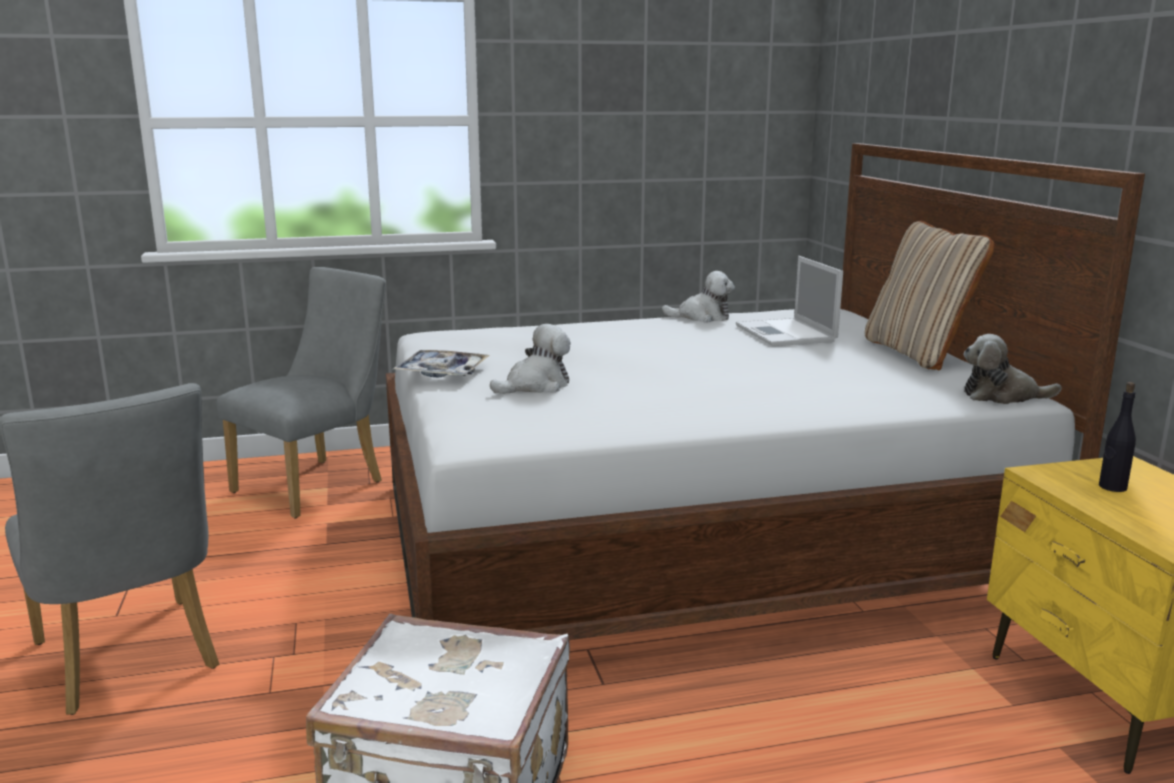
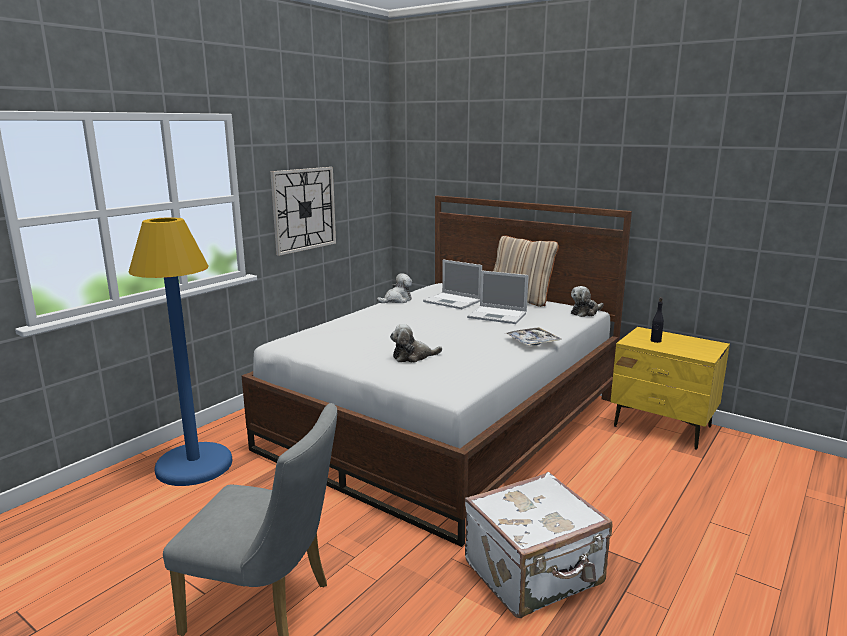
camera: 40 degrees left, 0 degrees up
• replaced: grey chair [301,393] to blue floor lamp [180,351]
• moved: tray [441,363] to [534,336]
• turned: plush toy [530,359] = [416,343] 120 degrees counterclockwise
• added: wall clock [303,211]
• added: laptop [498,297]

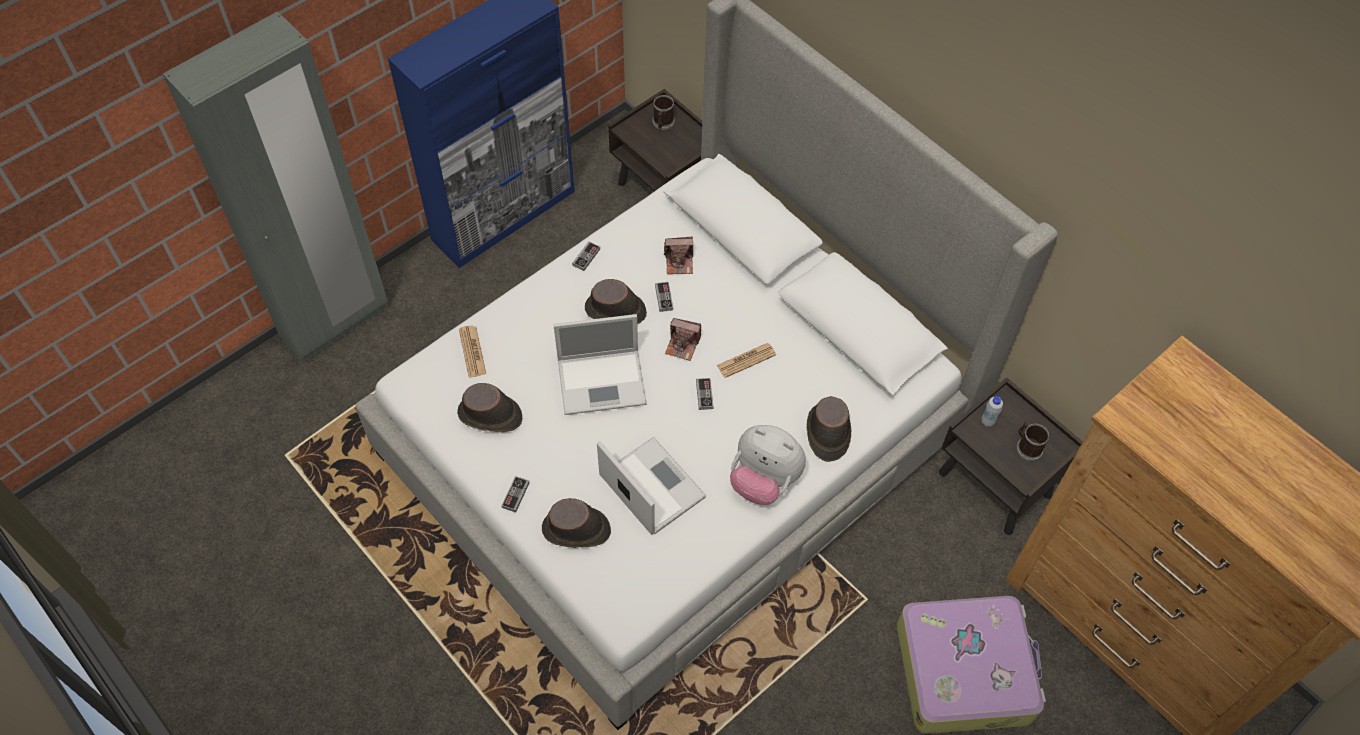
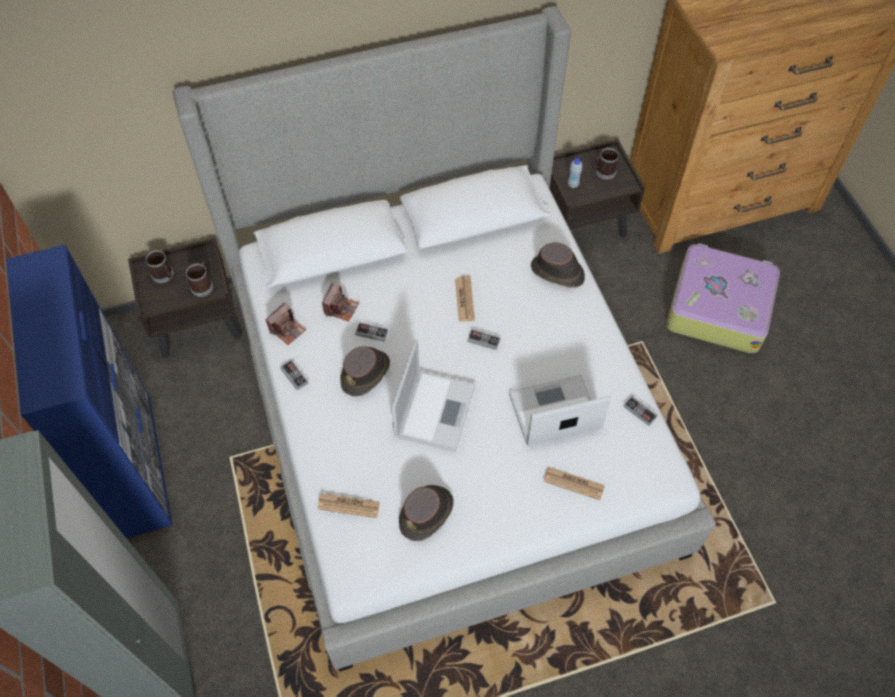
camera: 65 degrees left, 0 degrees up
• moved: game controller [516,494] to [640,411]
• replaced: brown hat [576,523] to newspaper [574,483]
• moved: photo camera [683,339] to [286,323]
• removed: plush toy [768,465]
• added: mug [199,278]

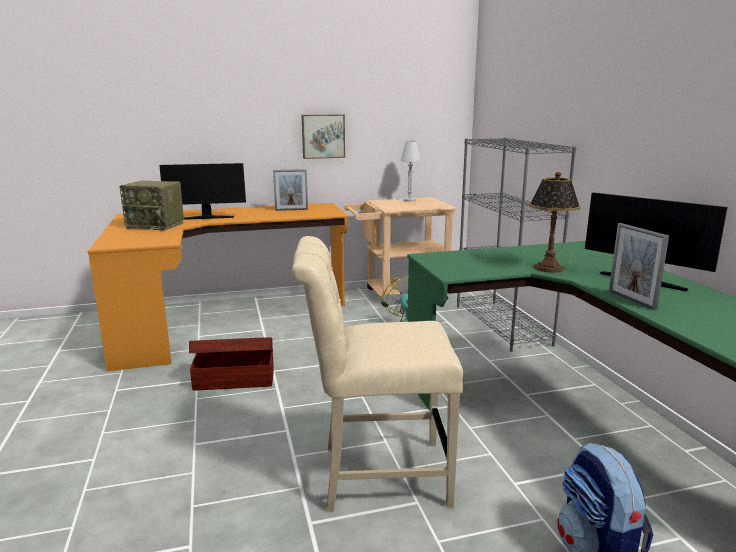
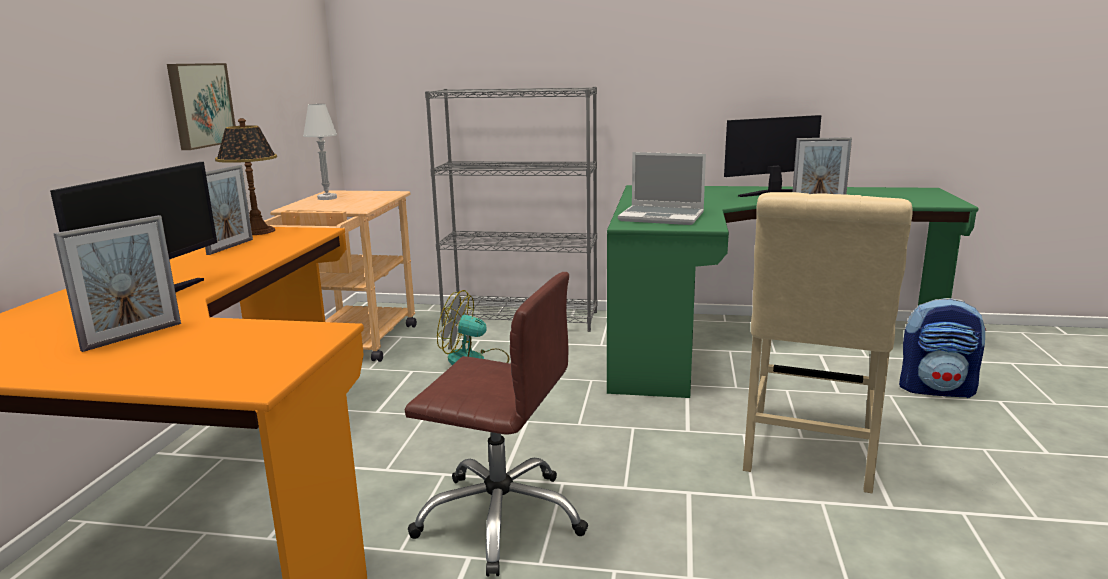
camera: 65 degrees left, 0 degrees up
• replaced: radio [152,205] to picture frame [117,283]
• replaced: brown storage box [231,364] to brown office chair [496,424]
• moved: table lamp [554,222] to [246,176]
• added: laptop [662,188]

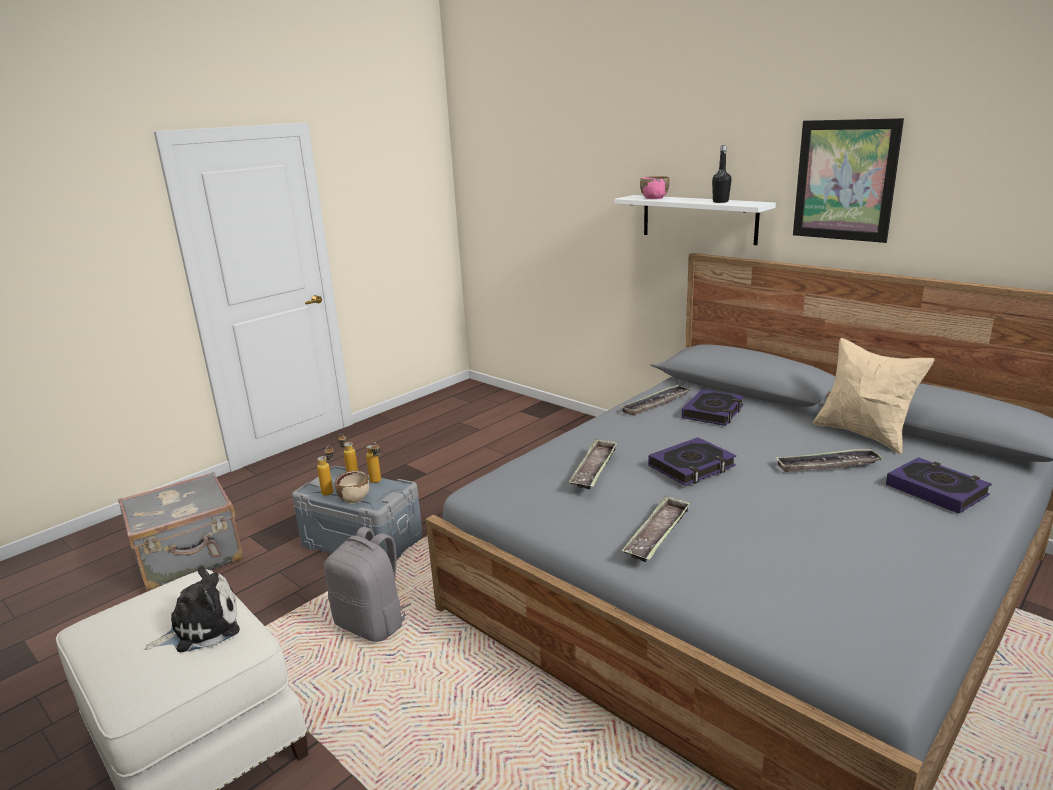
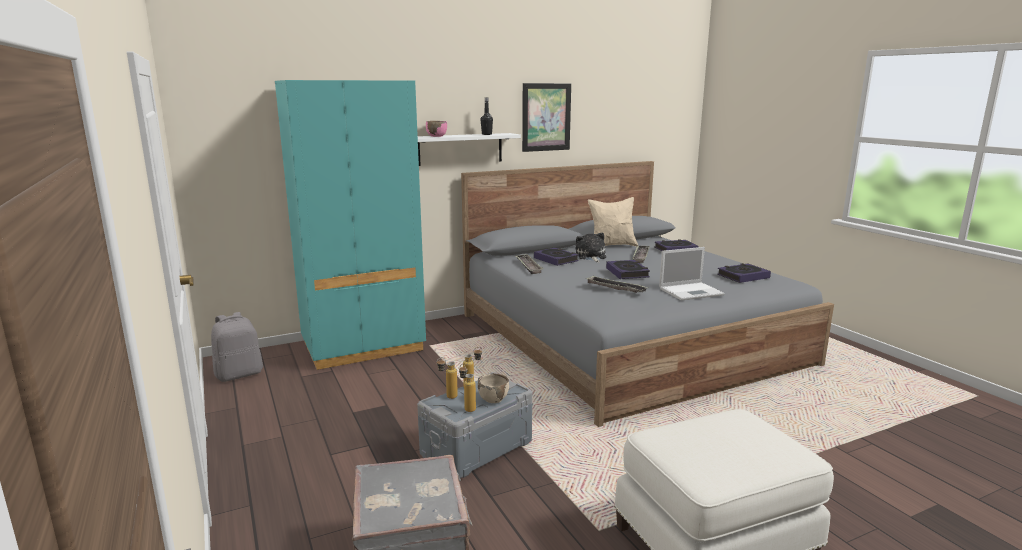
camera: 70 degrees left, 5 degrees down
• moved: plush toy [192,609] to [591,247]
• moved: grey backpack [367,584] to [237,347]
• replaced: tray [656,529] to laptop [692,273]
• added: turquoise wardrobe [350,225]
• added: book [744,273]

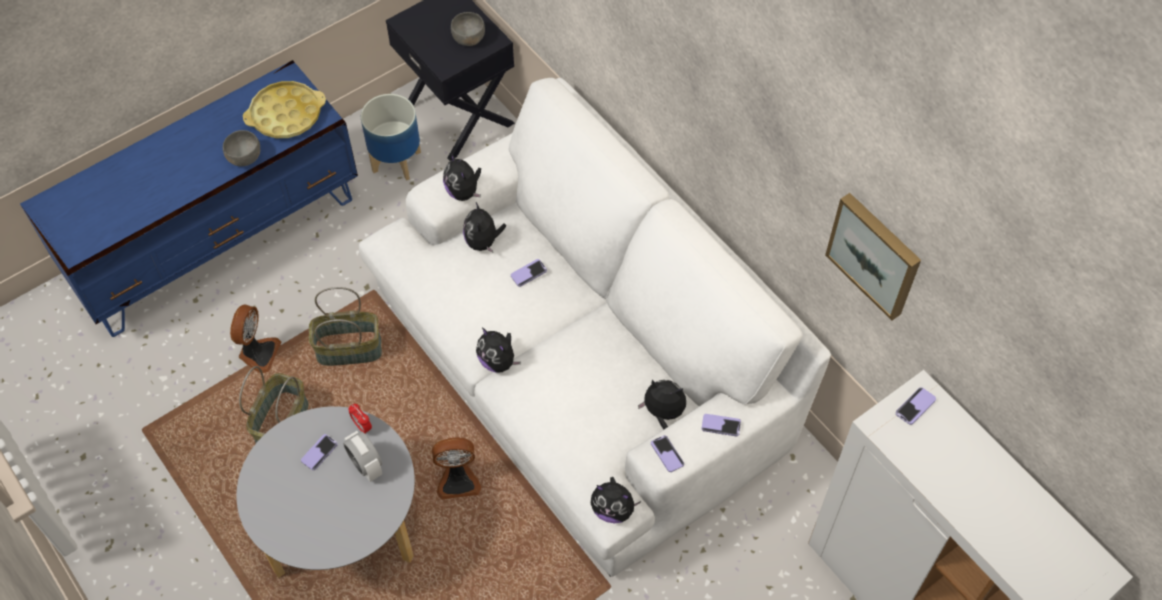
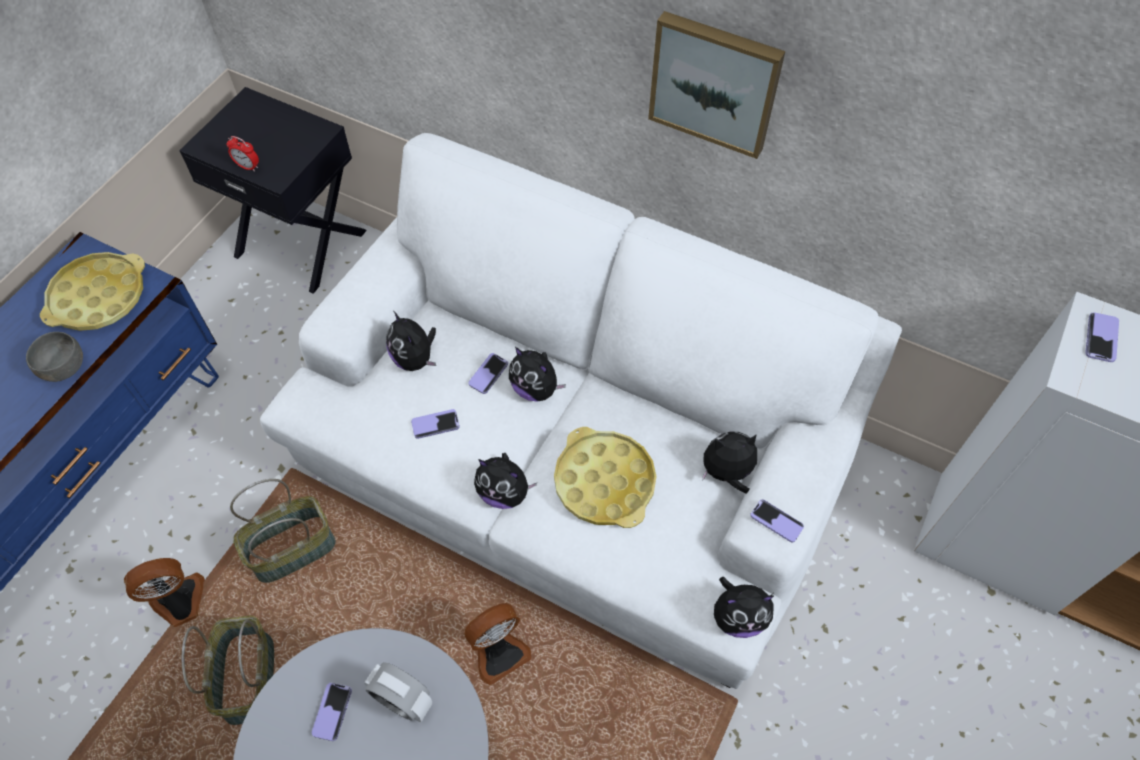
camera: 25 degrees left, 0 degrees up
• turned: fan [255,339] = [164,592] 105 degrees counterclockwise
• moved: alarm clock [360,419] to [242,154]
• removed: planter [391,137]
• moved: plush toy [462,177] to [537,374]
• removed: grey bowl [468,29]
• moved: phone [721,425] to [435,424]
• moved: picture [873,257] to [716,85]
• added: yellow tray [605,477]

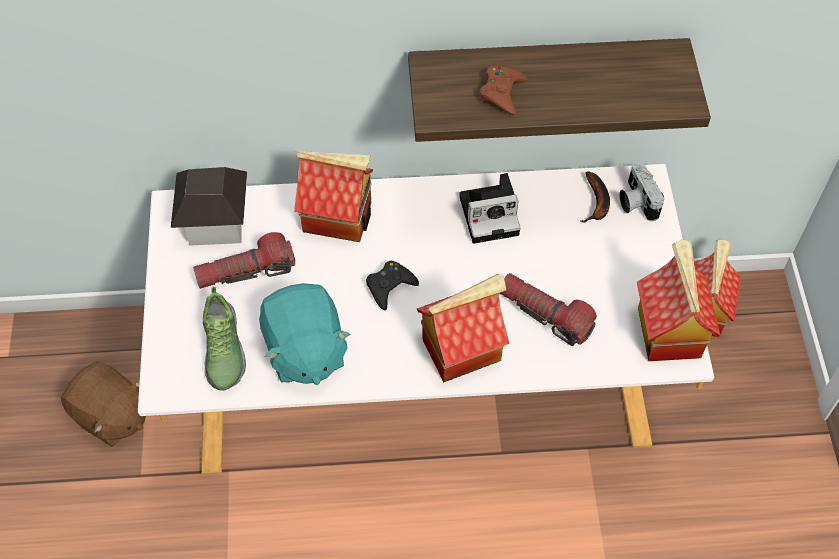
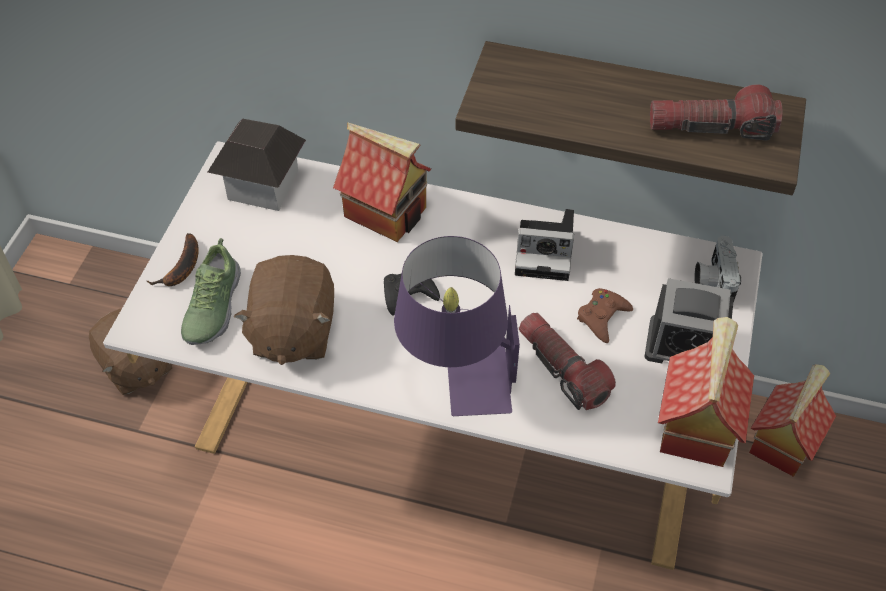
camera: 20 degrees right, 5 degrees down
• moved: flashlight [244,260] to [716,113]
• recoloured: turquoise plush toy [304,334] to brown plush toy [283,310]
• replaced: toy house [463,328] to purple table lamp [457,326]
• moved: brown game controller [503,90] to [605,315]
• moved: banana [595,197] to [173,259]
• added: alarm clock [689,320]

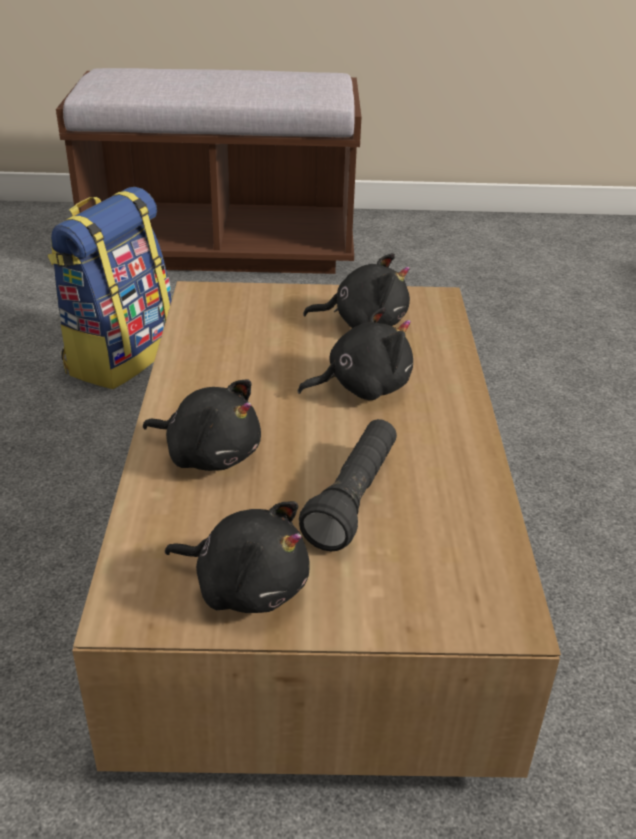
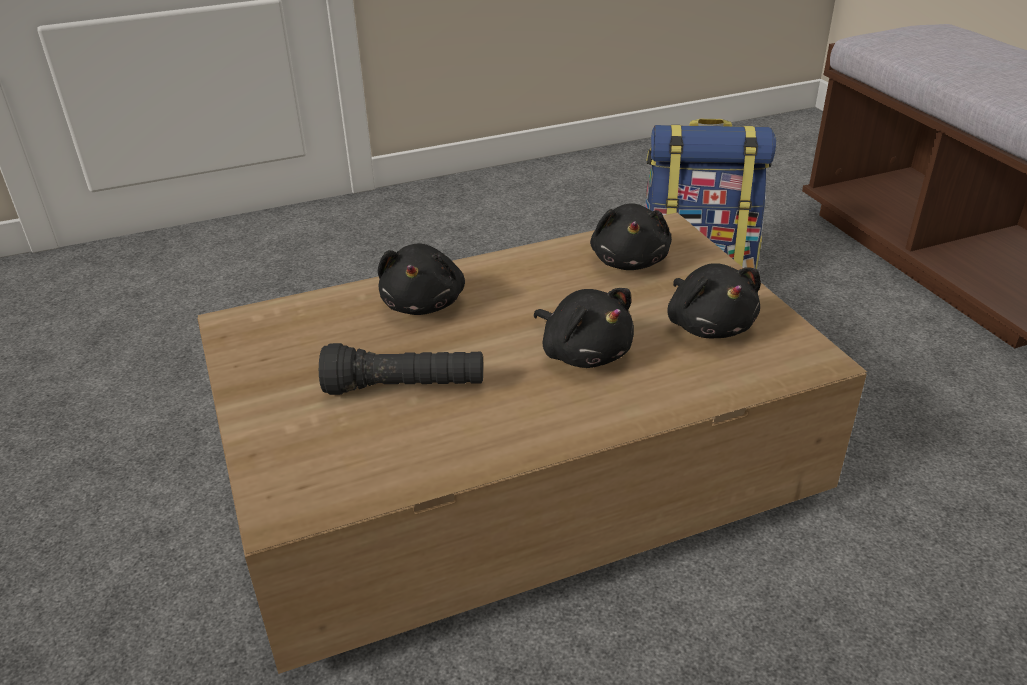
camera: 70 degrees right, 0 degrees up
• moved: black plush toy [237,557] to [631,236]

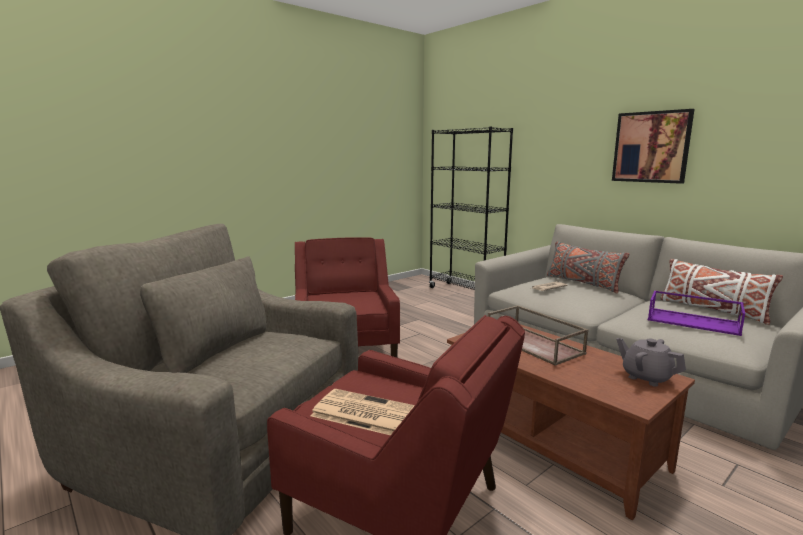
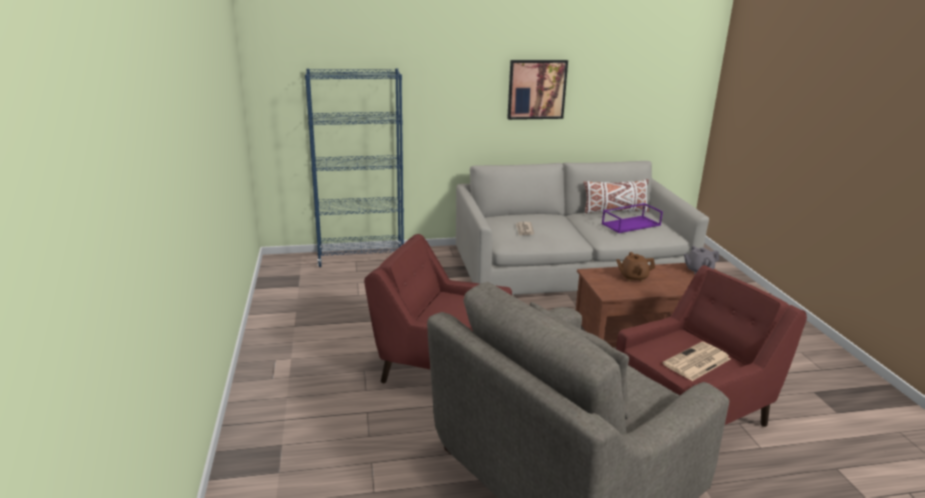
camera: 60 degrees left, 10 degrees up
• recoloured: black bookcase [471,208] to blue bookcase [354,167]
• replaced: brown tray [538,335] to brown teapot [635,267]
• removed: grey pillow [588,267]

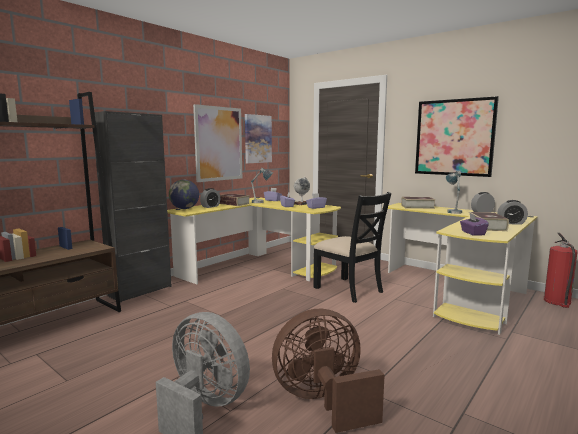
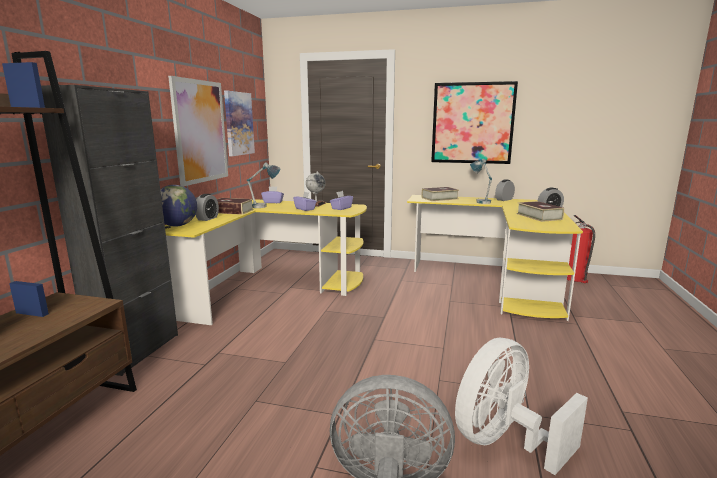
camera: 25 degrees left, 5 degrees up
• recoloured: brown fan [328,371] to white fan [521,406]
• removed: black chair [352,247]
• removed: purple tissue box [474,225]

